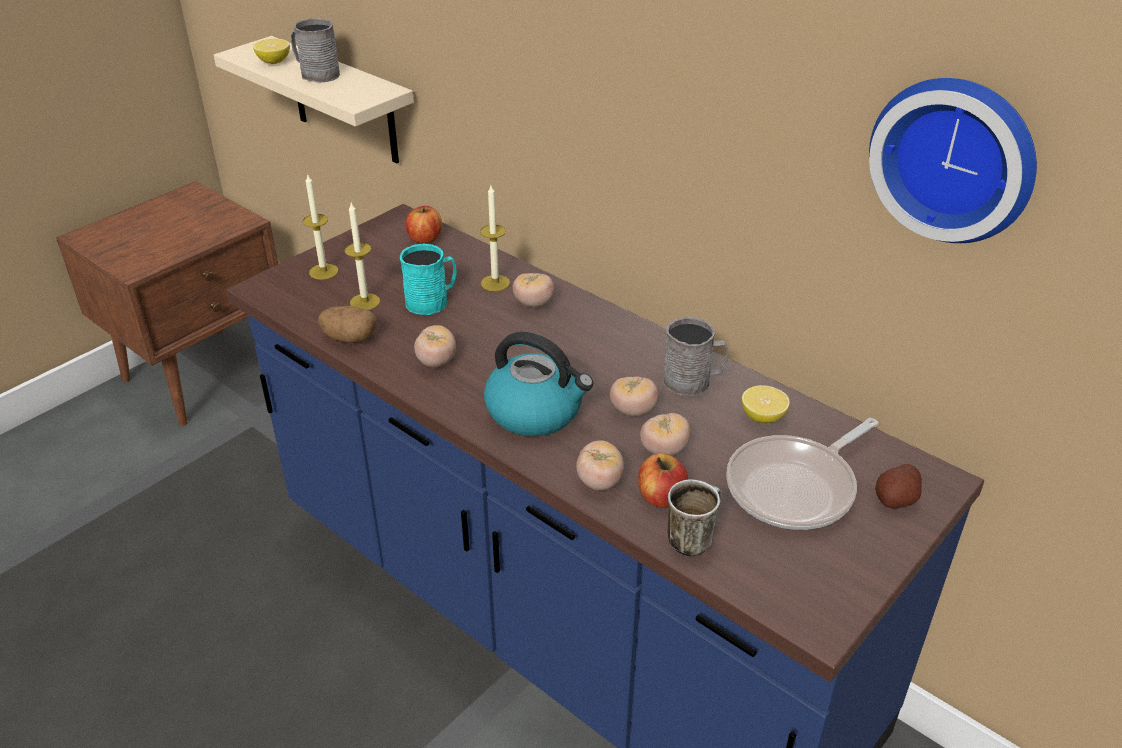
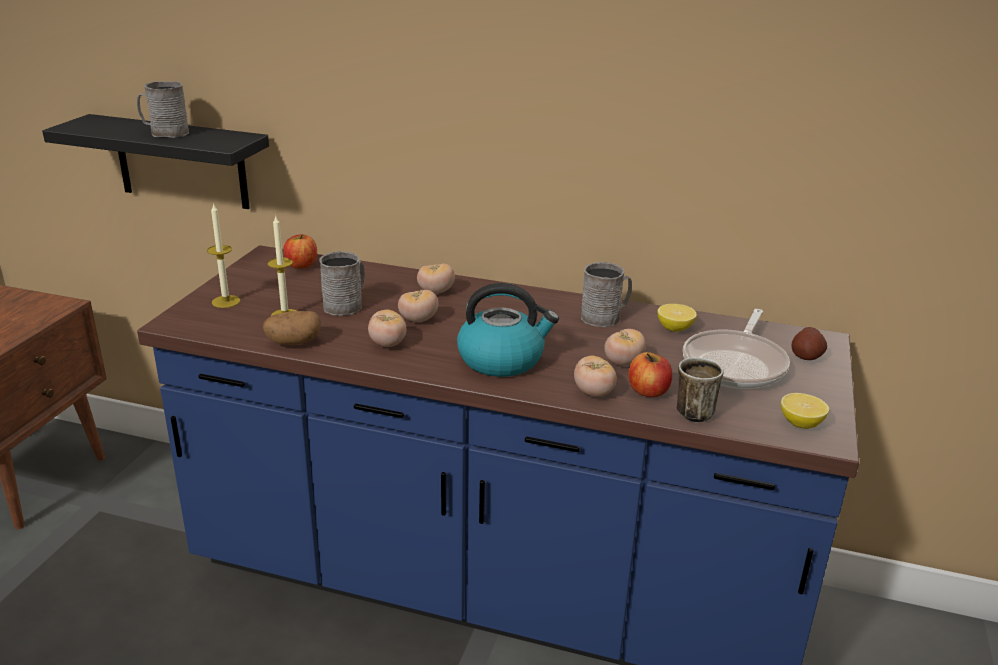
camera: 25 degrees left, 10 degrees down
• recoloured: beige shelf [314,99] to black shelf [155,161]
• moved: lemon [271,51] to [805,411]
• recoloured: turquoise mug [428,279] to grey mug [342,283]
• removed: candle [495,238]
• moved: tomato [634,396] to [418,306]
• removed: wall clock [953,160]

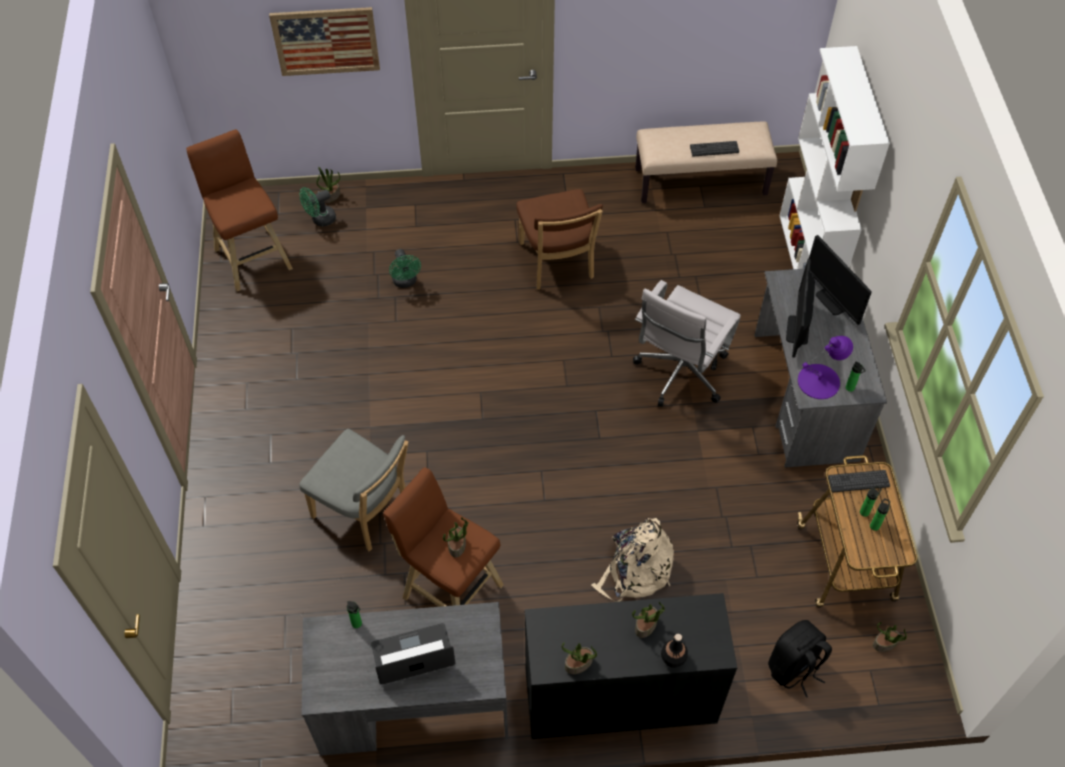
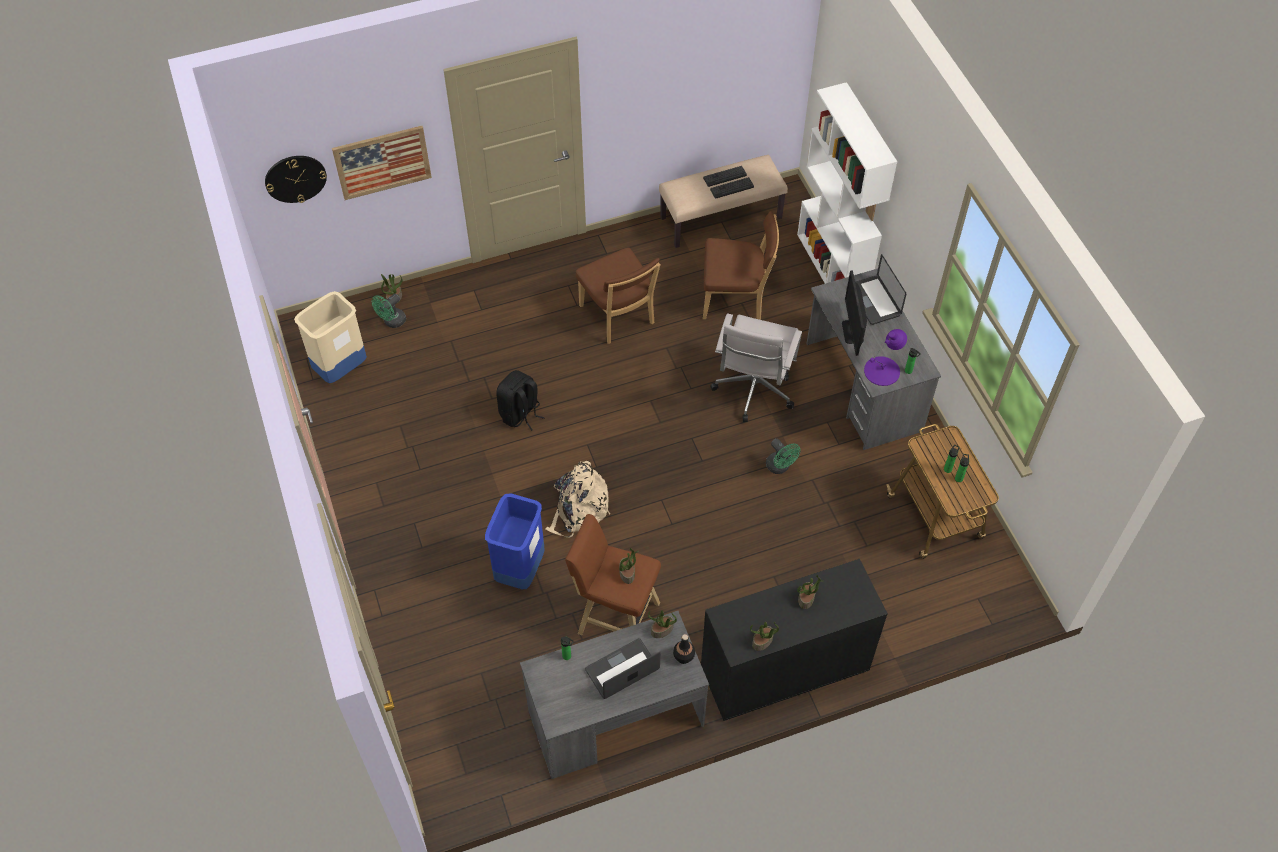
camera: 15 degrees left, 0 degrees up
• replaced: brown stool [239,210] to beige trash can [330,337]
• replaced: grey chair [353,490] to blue trash can [514,541]
• moved: green fan [405,268] to [783,456]
• moved: beige backpack [632,560] to [577,499]
• moved: black bottle [674,651] to [684,649]
• moved: black backpack [800,658] to [520,400]
• replaced: monitor [840,280] to laptop [881,289]
• moved: keyboard [859,481] to [725,176]
• moved: potted plant [890,637] to [662,624]
• added: wall clock [296,179]
• added: brown chair [741,265]

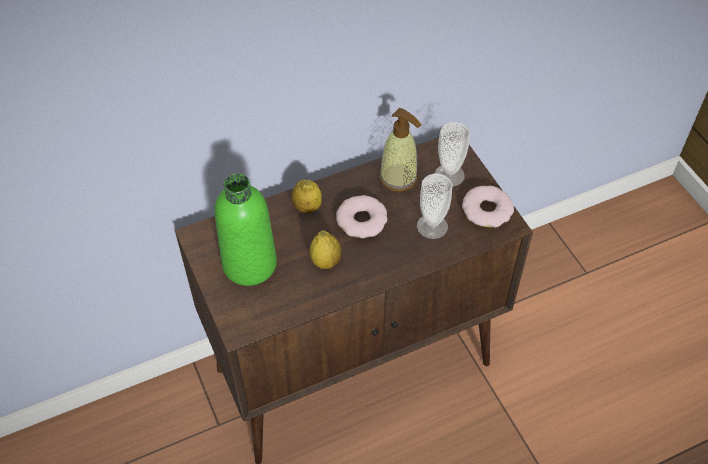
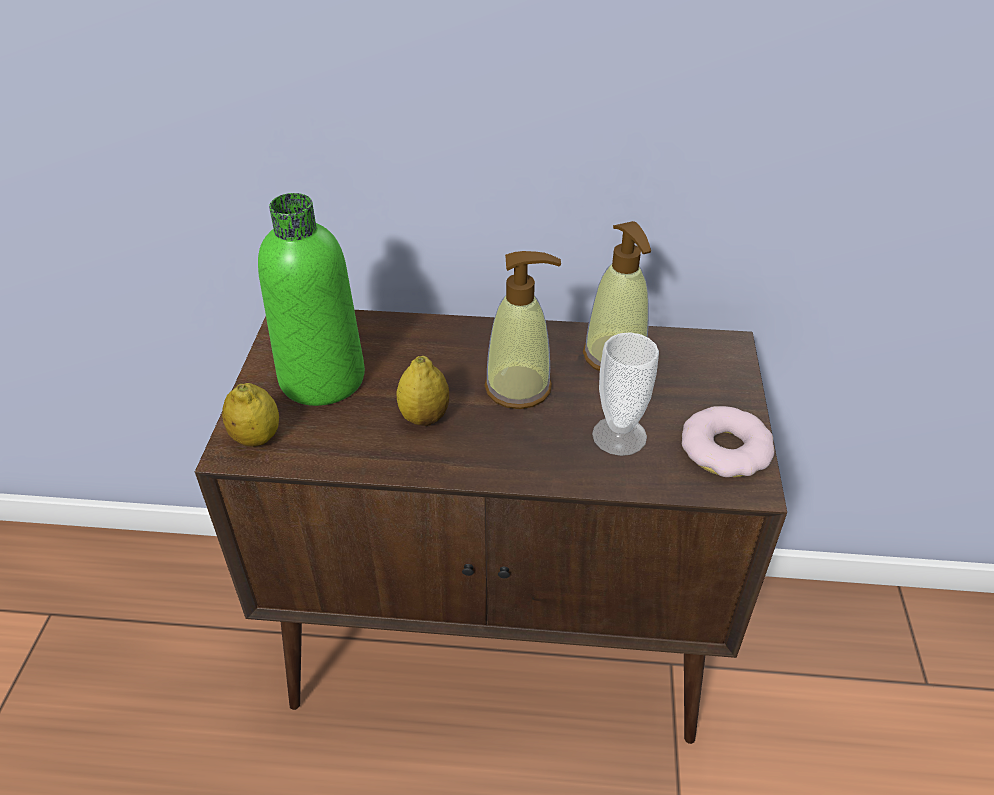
camera: 30 degrees right, 10 degrees down
• moved: lemon [306,197] to [250,415]
• replaced: donut [361,216] to soap dispenser [523,330]
• removed: cup [452,154]

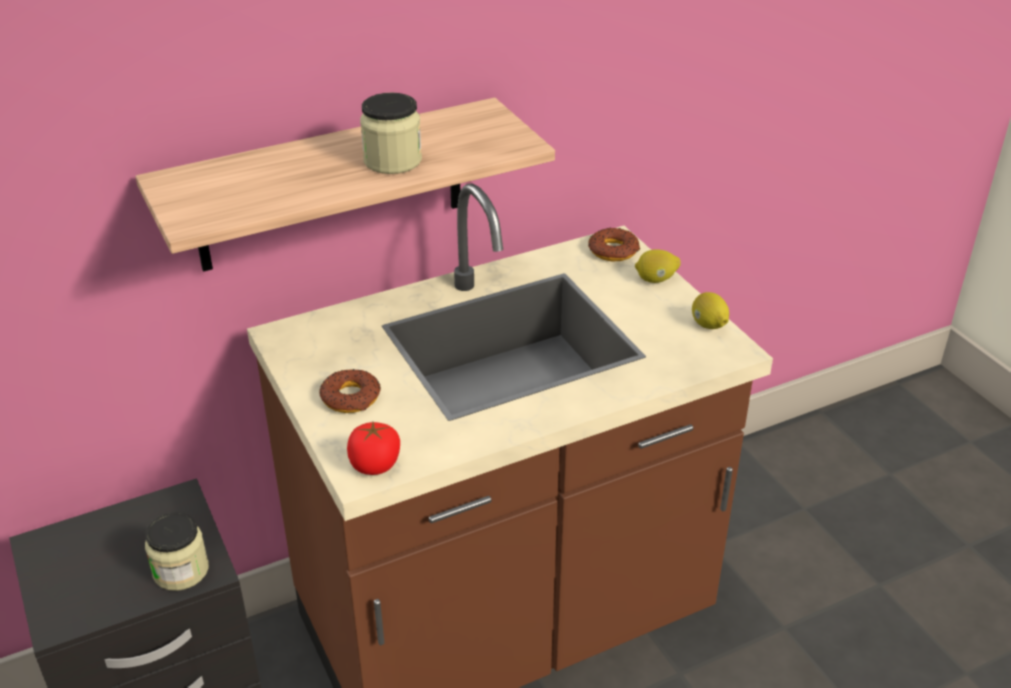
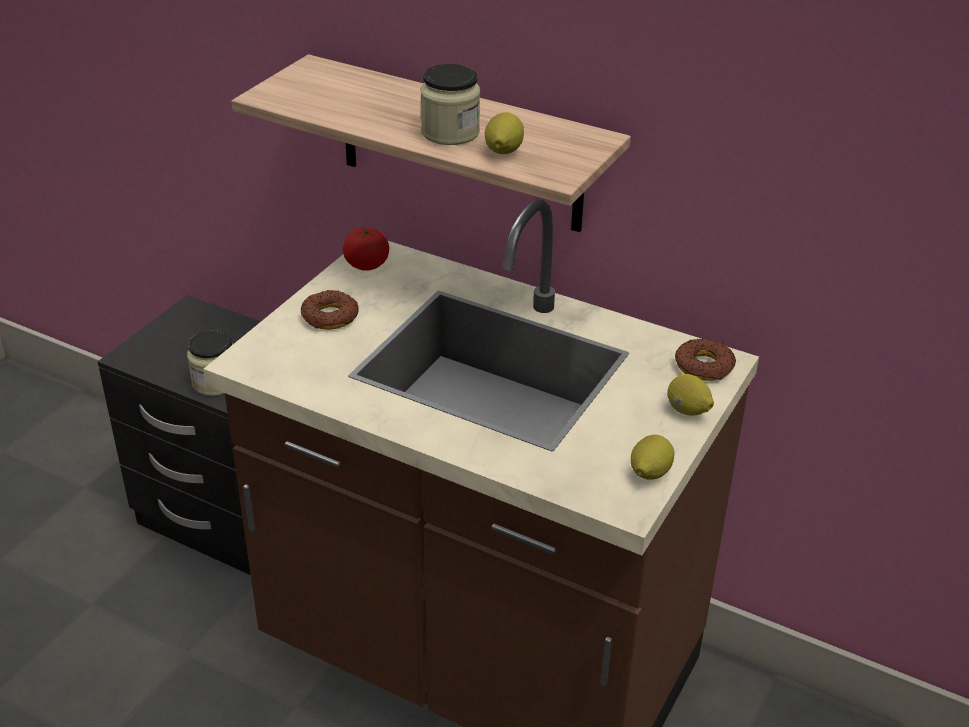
camera: 55 degrees right, 0 degrees up
• moved: tomato [373,448] to [366,249]
• added: lemon [504,133]

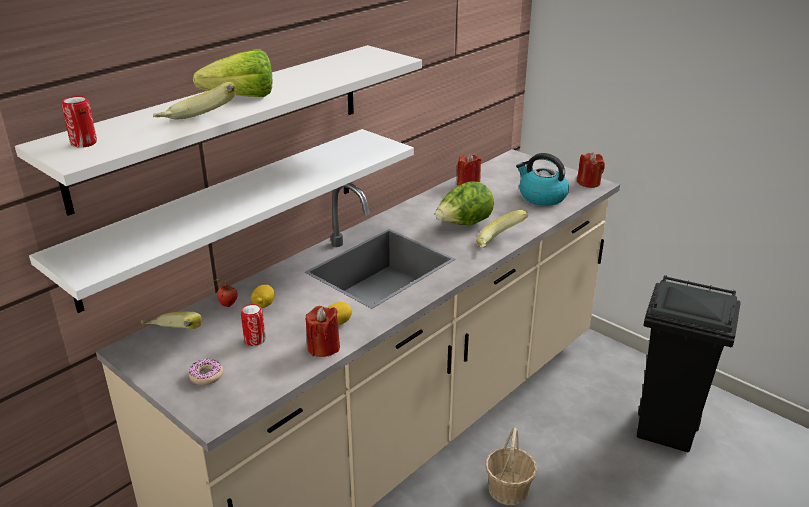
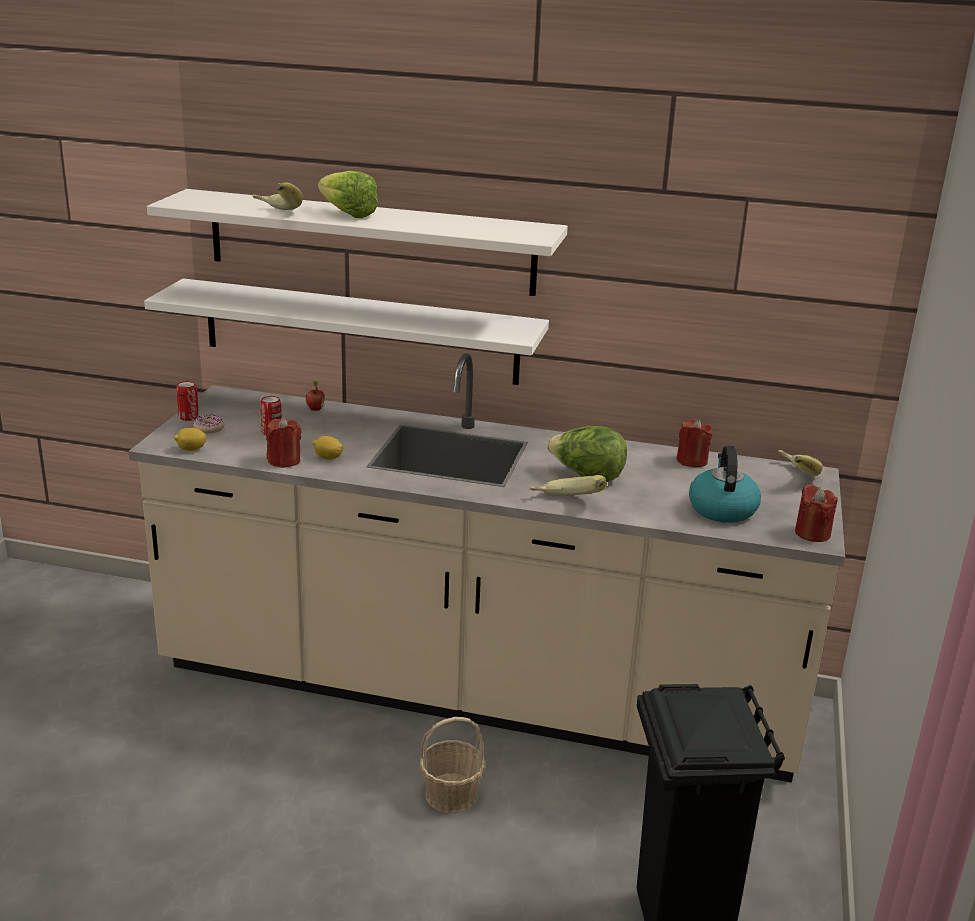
camera: 60 degrees right, 5 degrees down
• moved: can [79,122] to [187,401]
• moved: banana [171,320] to [800,463]
• moved: lemon [263,296] to [190,439]

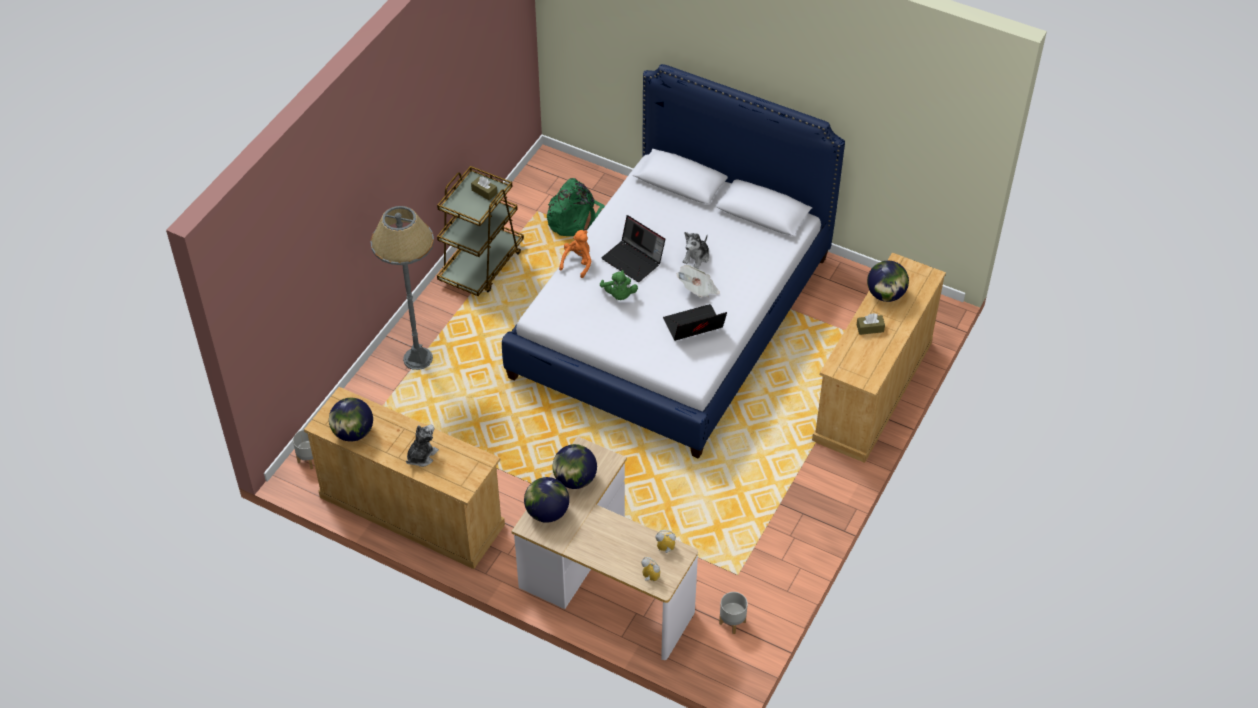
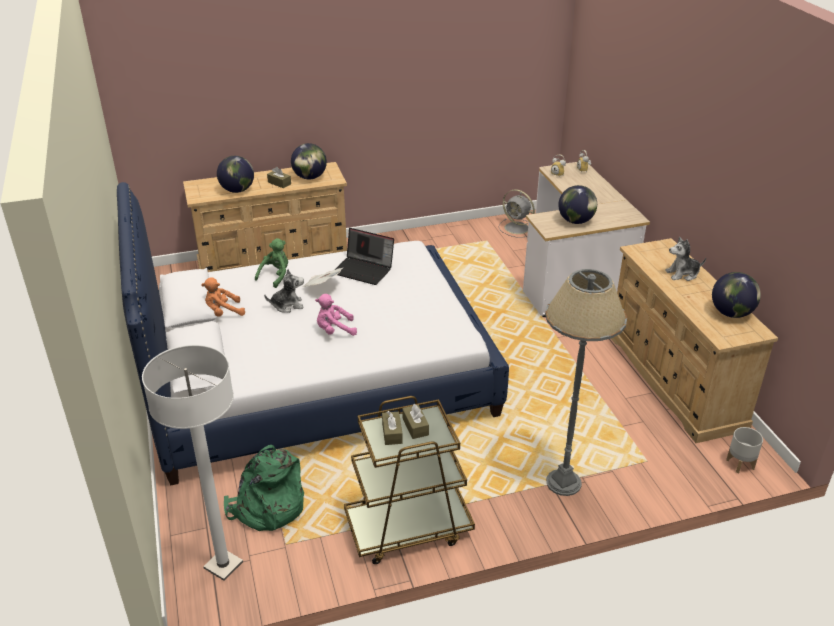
camera: 135 degrees left, 15 degrees down
• moved: globe [546,500] to [309,161]
• moved: orange plush toy [575,254] to [223,297]
• moved: green plush toy [619,285] to [271,263]
• replaced: laptop [633,248] to pink plush toy [336,315]
• replaced: grey planter [733,613] to grey fan [517,213]
• added: white floor lamp [192,463]
• added: brown tissue box [415,421]

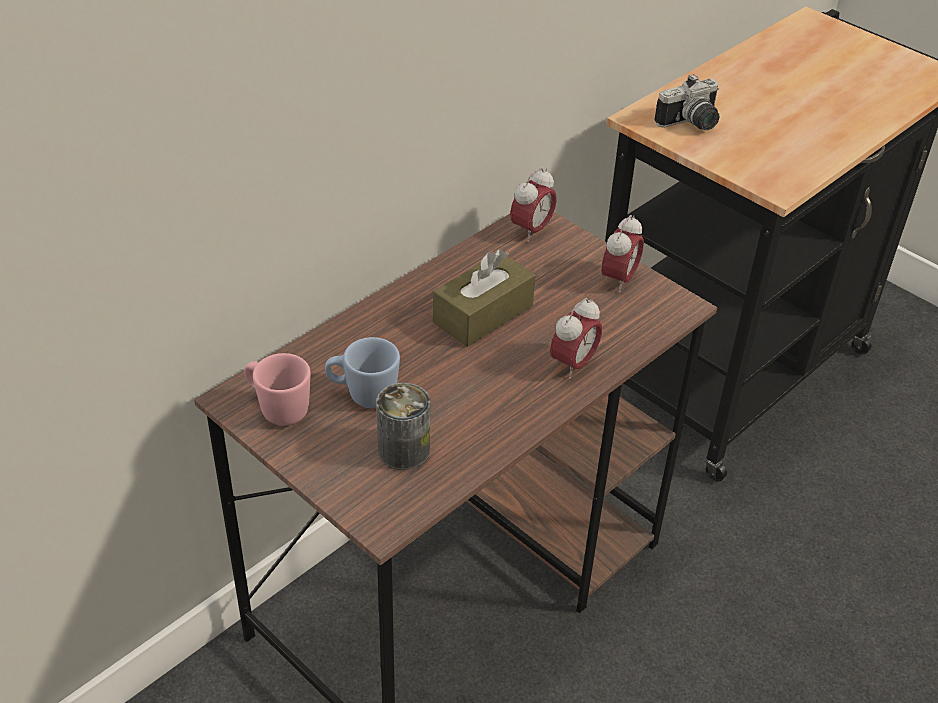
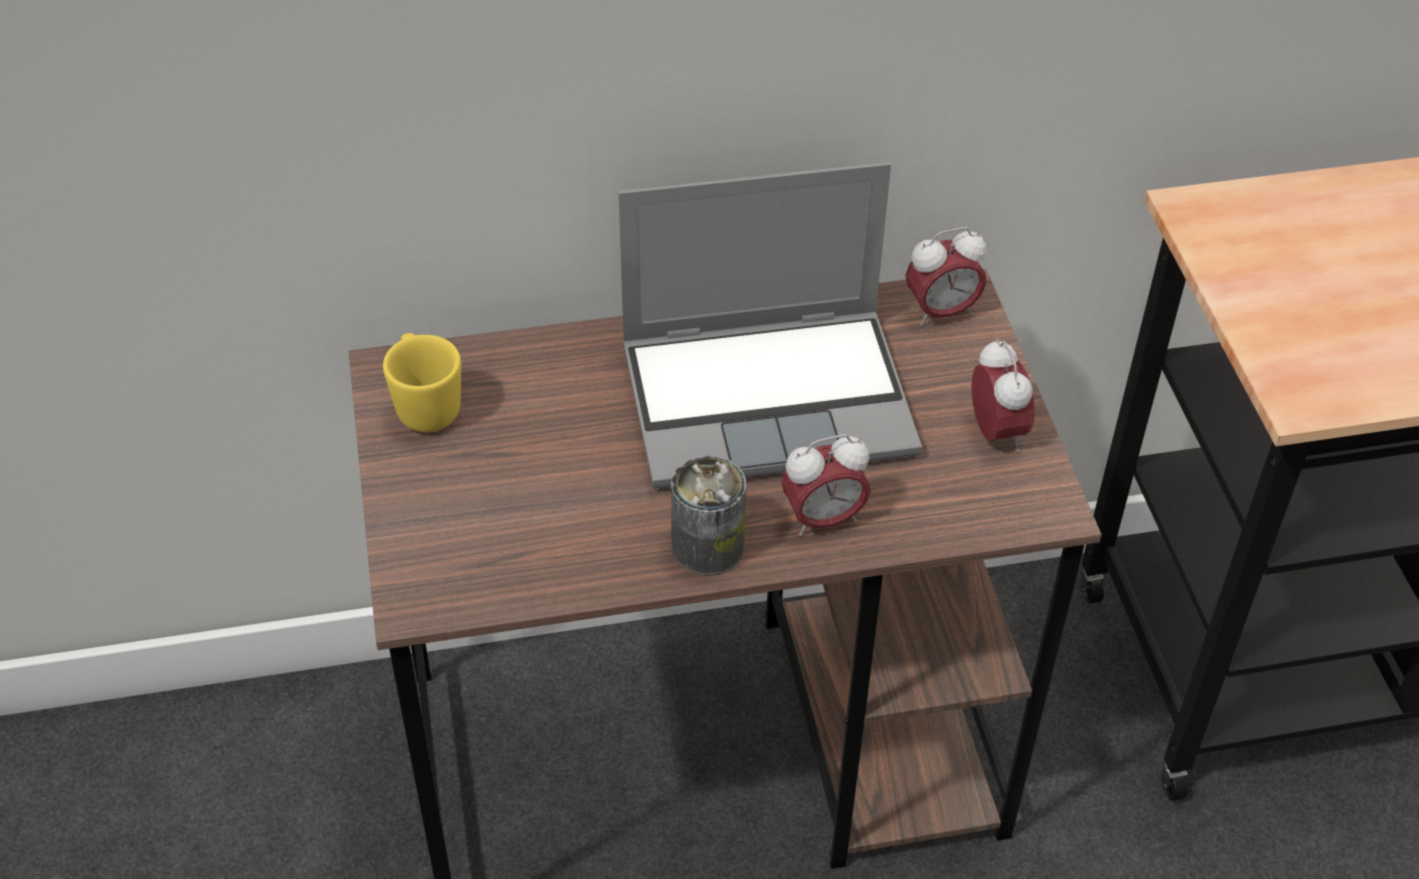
camera: 35 degrees right, 5 degrees up
• recoloured: pink mug [277,389] to yellow mug [422,382]
• removed: blue mug [362,372]
• moved: can [403,426] to [708,515]
• replaced: brown tissue box [484,298] to laptop [770,325]
• turned: alarm clock [623,254] = [1003,395] 75 degrees counterclockwise
• removed: photo camera [687,102]

